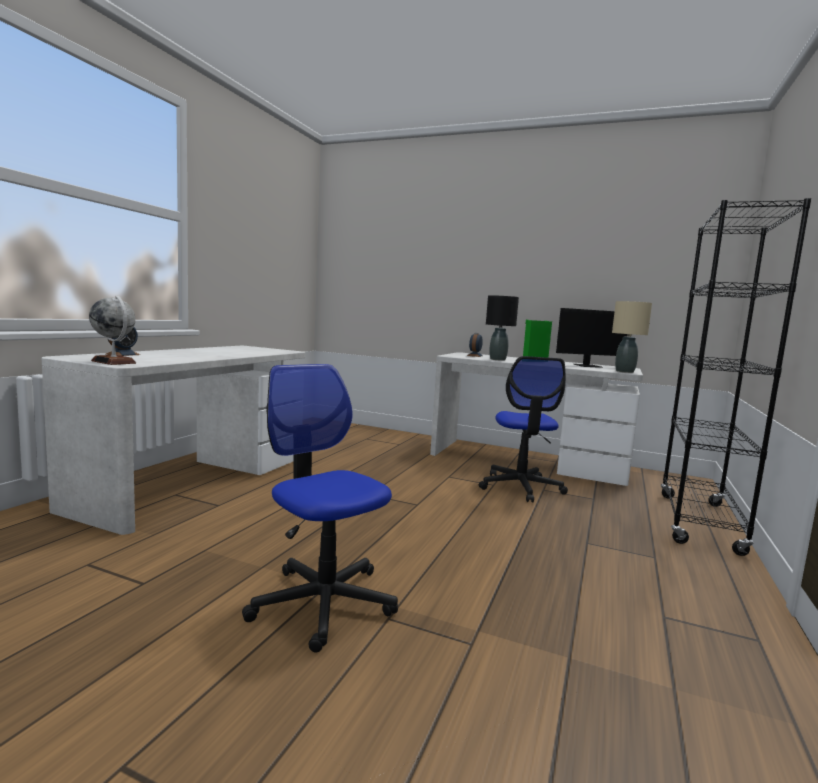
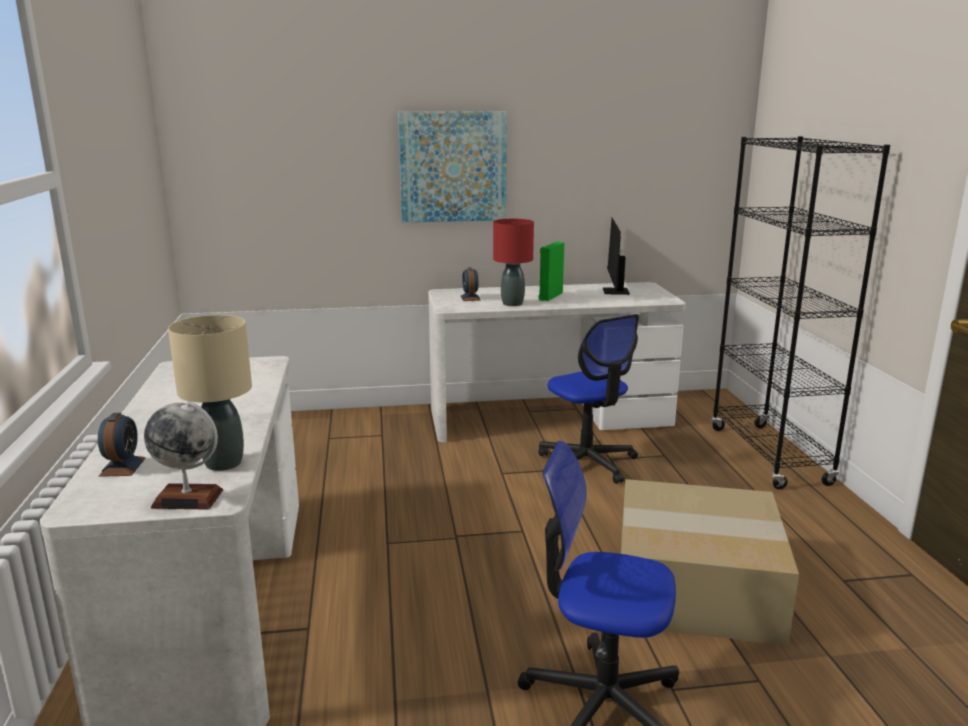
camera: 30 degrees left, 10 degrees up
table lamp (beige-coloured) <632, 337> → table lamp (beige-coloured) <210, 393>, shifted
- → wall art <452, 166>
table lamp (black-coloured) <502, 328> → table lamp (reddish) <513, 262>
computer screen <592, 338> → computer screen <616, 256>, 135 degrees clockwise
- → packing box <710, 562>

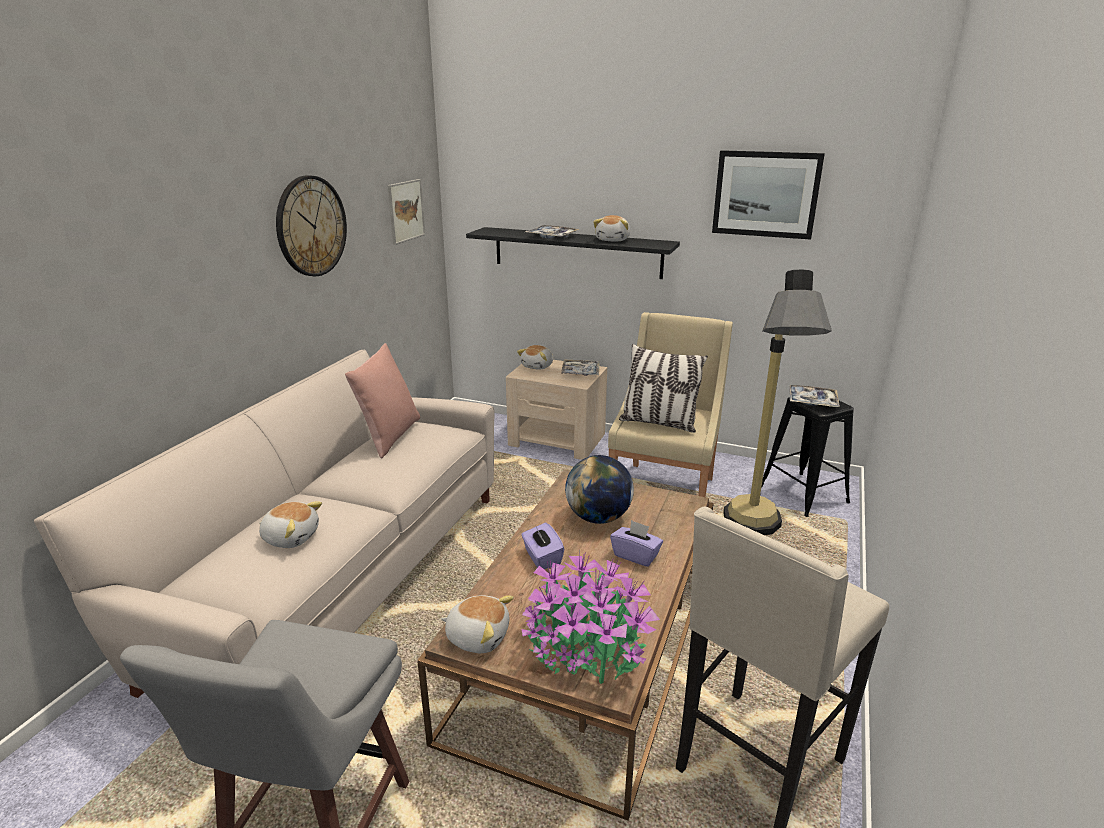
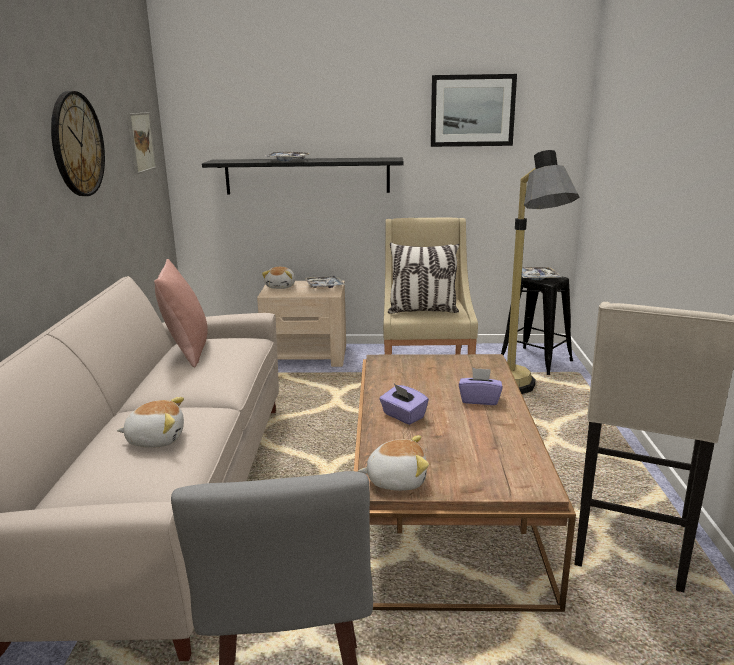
camera: 20 degrees left, 5 degrees down
plant in a pot <590, 616> → -
world globe <599, 489> → -
plush toy <611, 228> → -

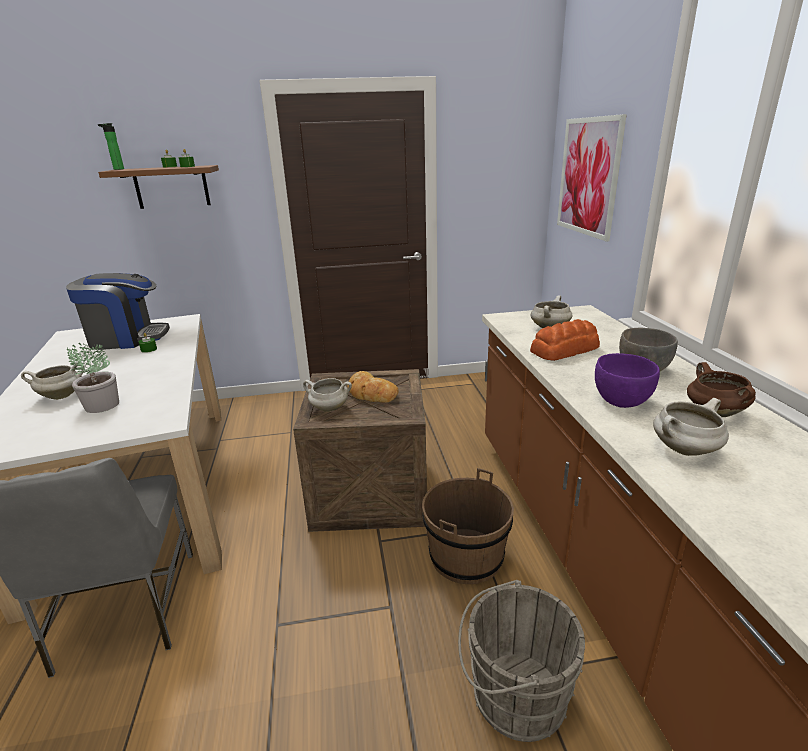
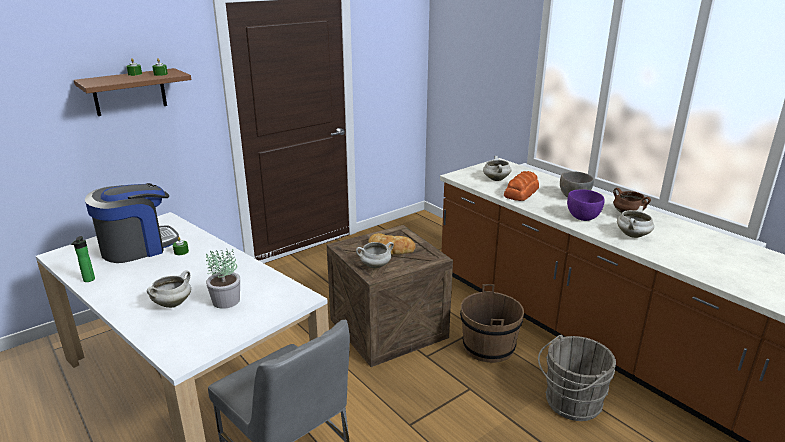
camera: 30 degrees left, 0 degrees up
bottle <111, 146> → bottle <83, 259>, shifted
wall art <592, 178> → -

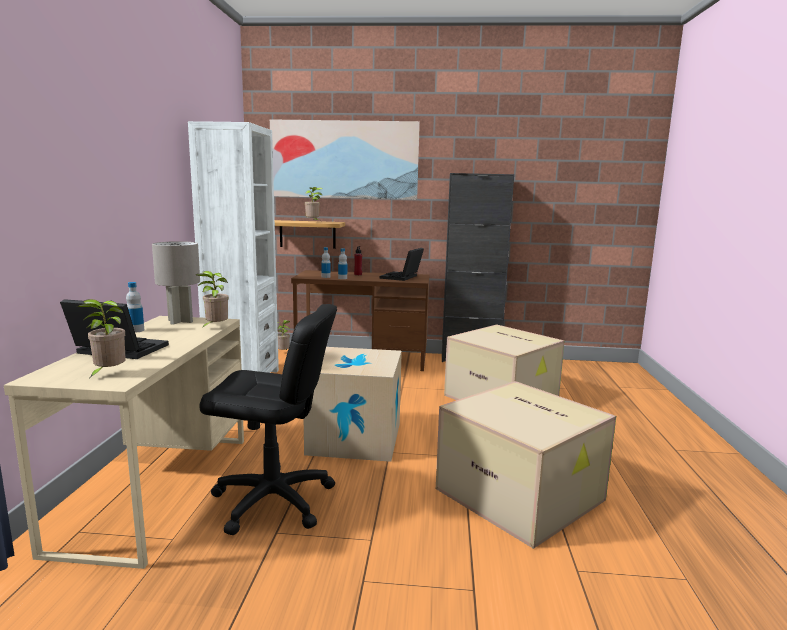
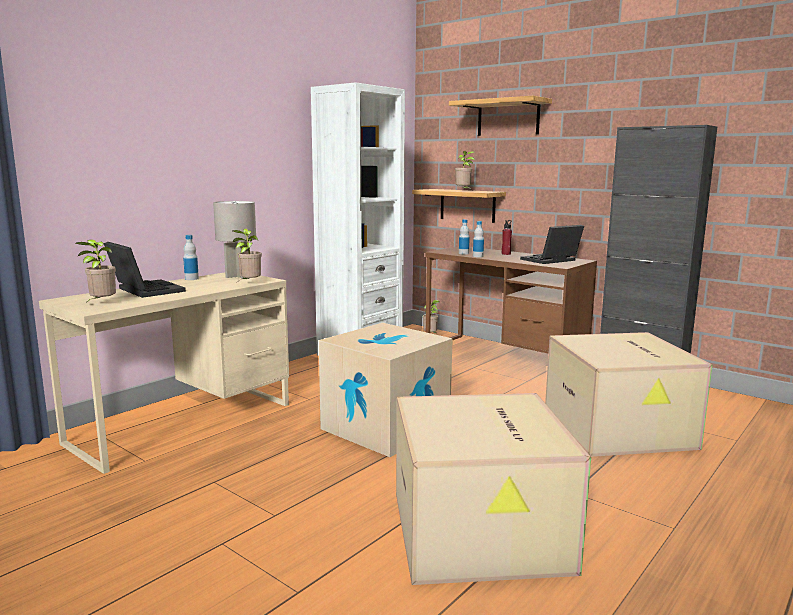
camera: 35 degrees right, 0 degrees up
wall art <345, 159> → shelf <500, 116>
computer chair (black-coloured) <268, 419> → -

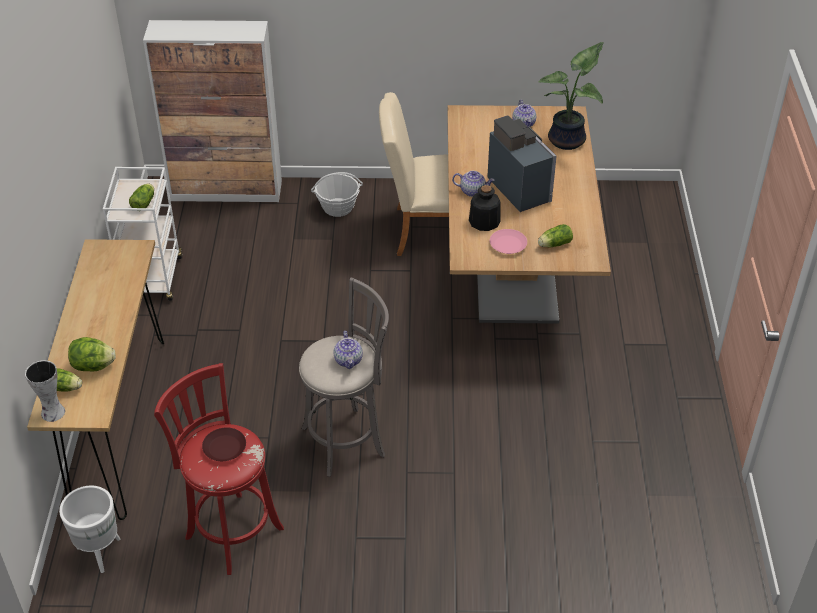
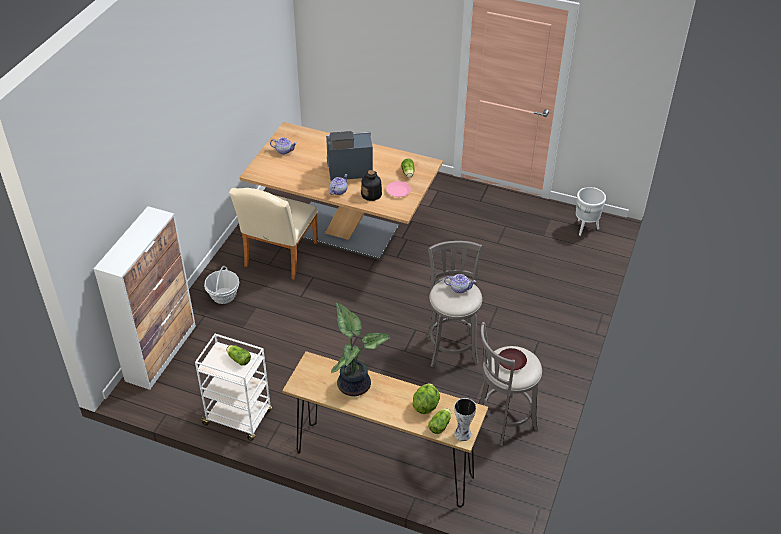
camera: 70 degrees left, 0 degrees up
plant in a pot <571, 96> → plant in a pot <360, 349>, shifted
stool (reddish) <219, 469> → stool (gray) <510, 384>
plant pot (white-coloured) <89, 529> → plant pot (white-coloured) <591, 211>, shifted

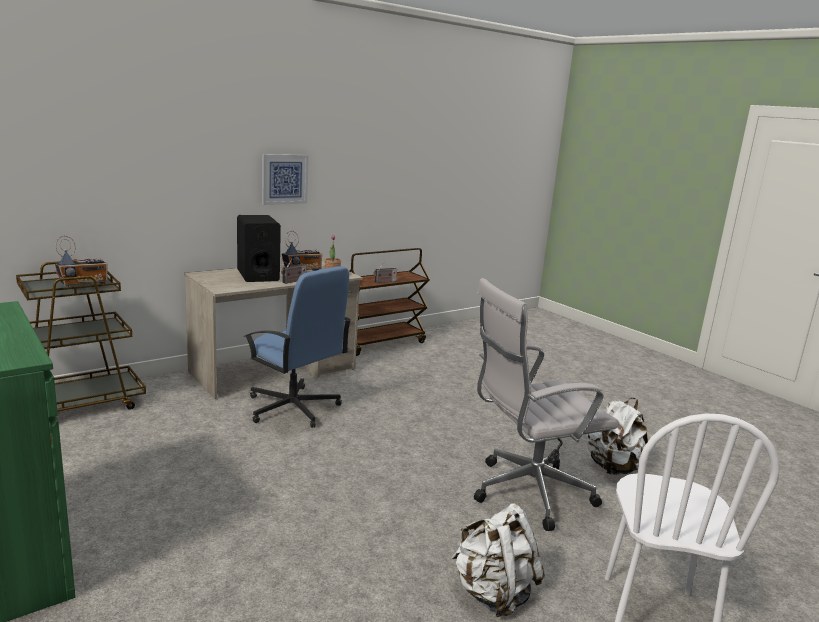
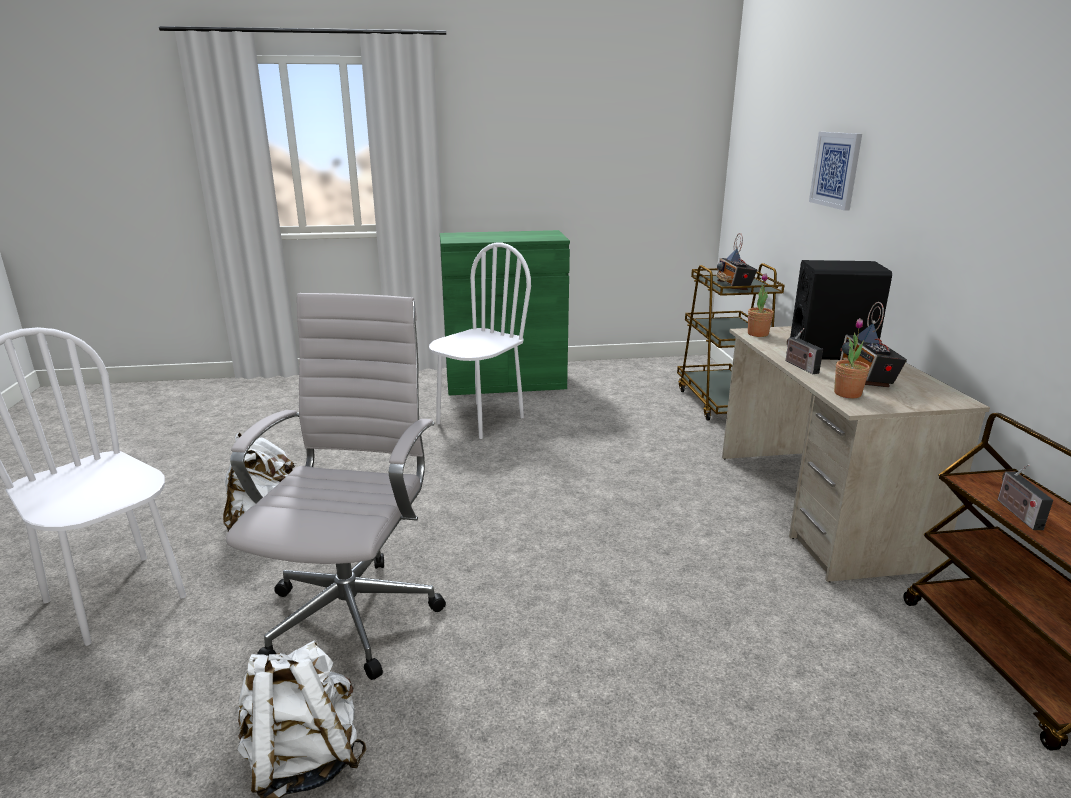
camera: 120 degrees right, 5 degrees up
- → plain chair (white-coloured) <480, 341>
- → plant in a pot <761, 305>
wall art <285, 179> → wall art <835, 171>, shifted
computer chair (bluish) <297, 347> → -

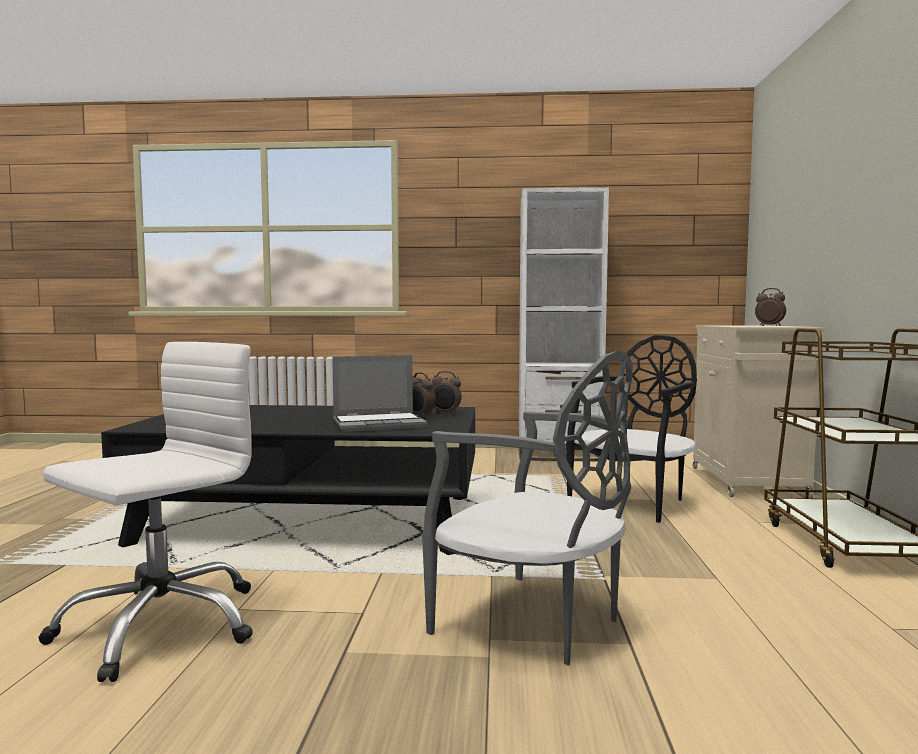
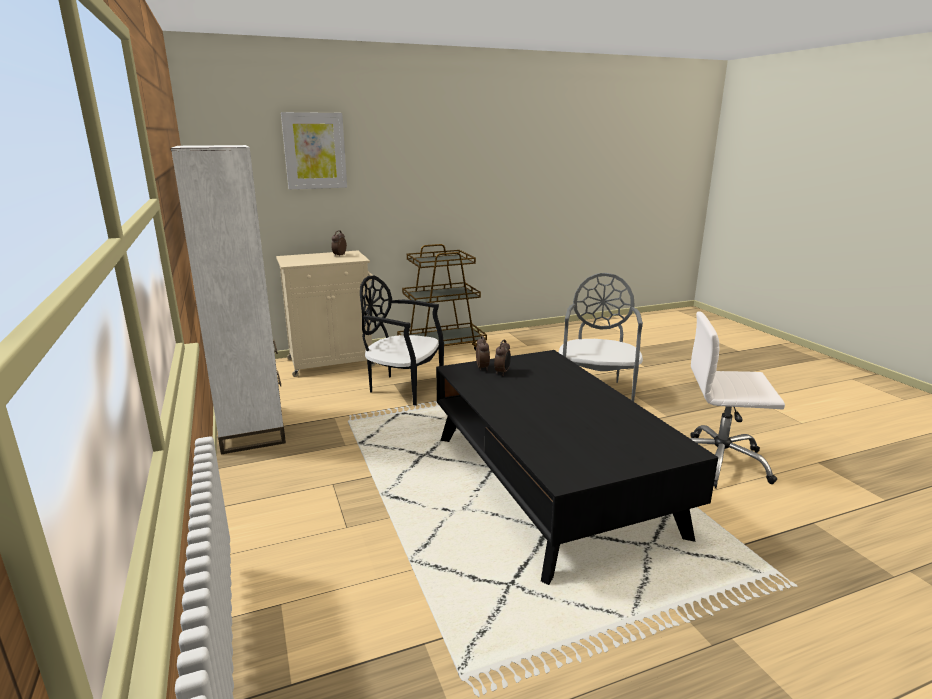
camera: 115 degrees left, 15 degrees up
- → wall art <314, 150>
portable computer <379, 393> → -

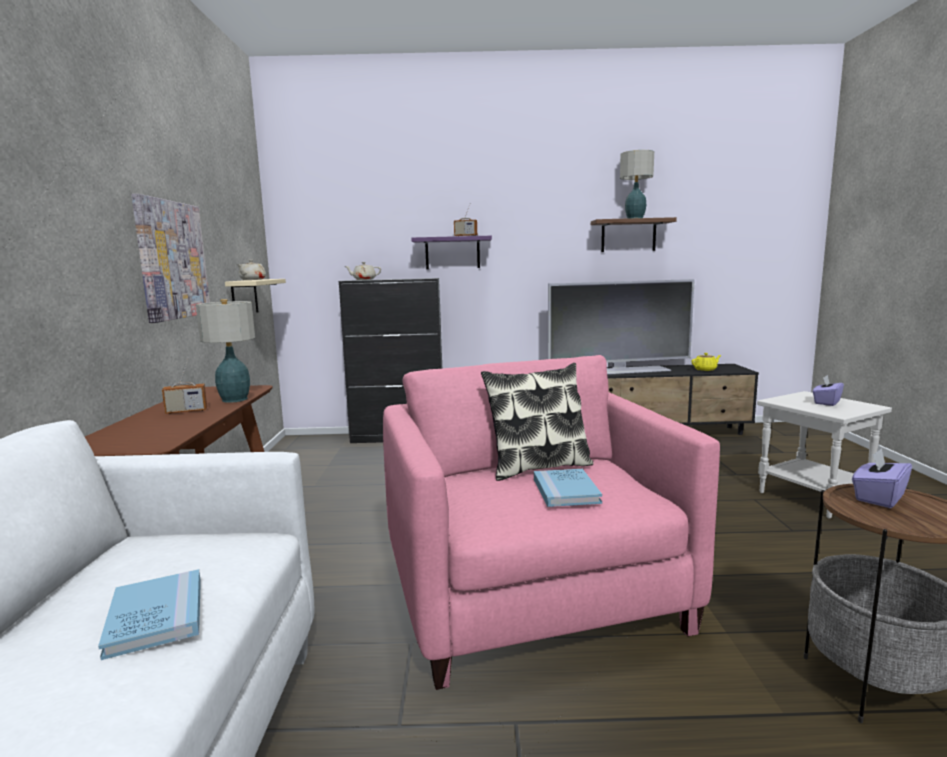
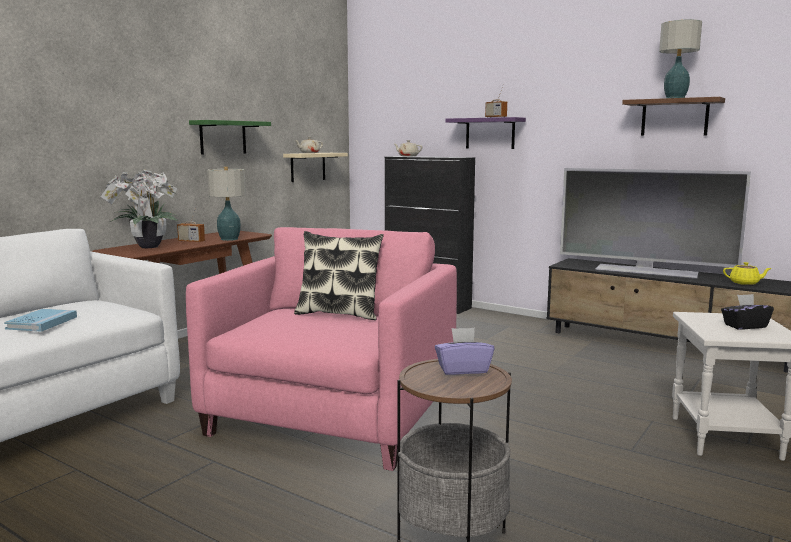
camera: 35 degrees right, 0 degrees up
- → plant in a pot <139, 208>
wall art <170, 258> → shelf (green-coloured) <230, 137>
tissue holder (purple-coloured) <828, 390> → tissue holder (black-coloured) <747, 312>
book (bluish) <568, 488> → -

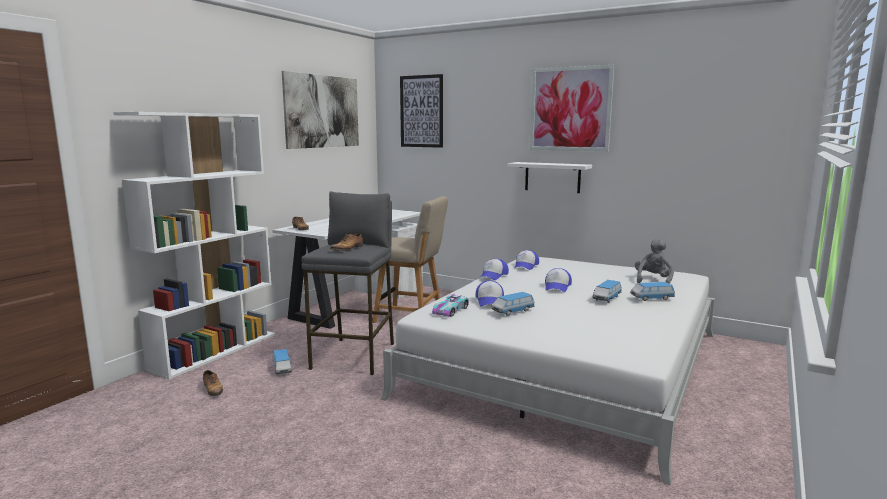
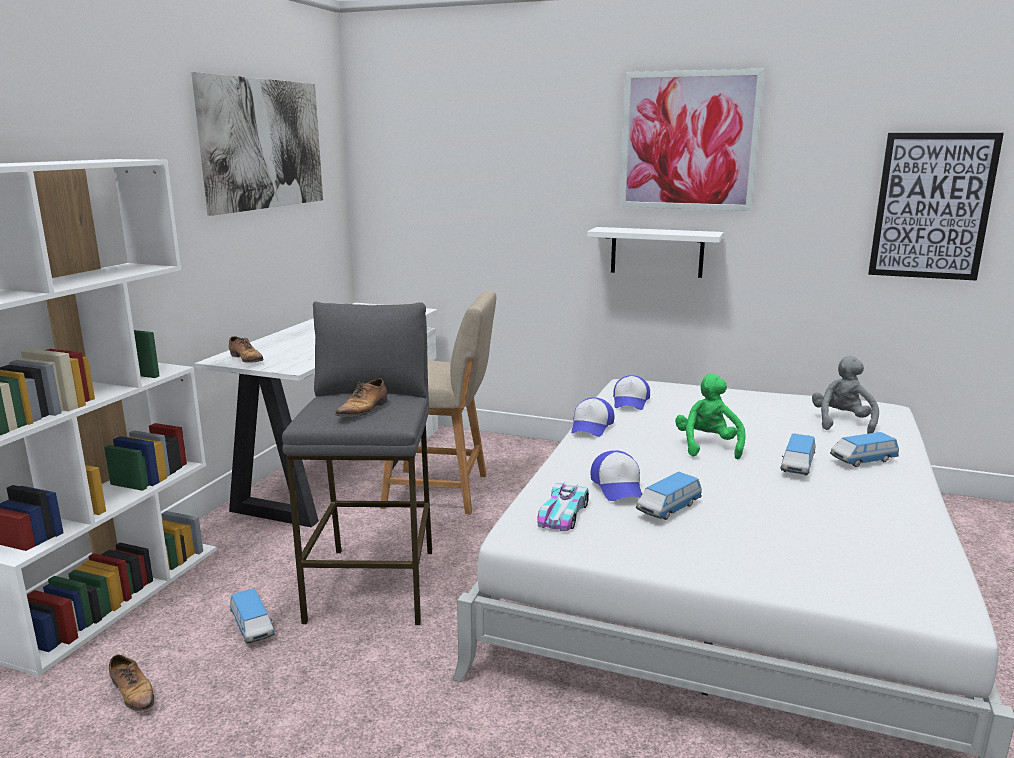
camera: 10 degrees left, 5 degrees up
peaked cap <558, 280> → plush toy (green-coloured) <710, 416>
wall art <421, 111> → wall art <936, 207>, shifted

